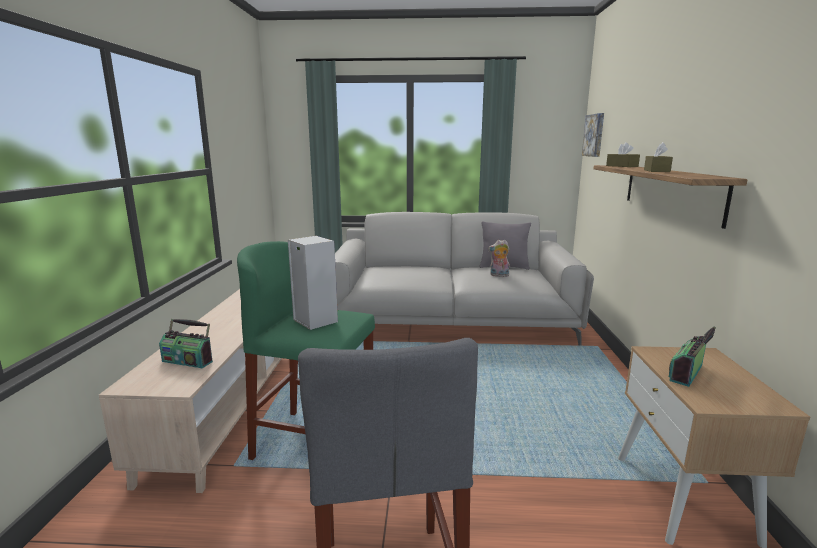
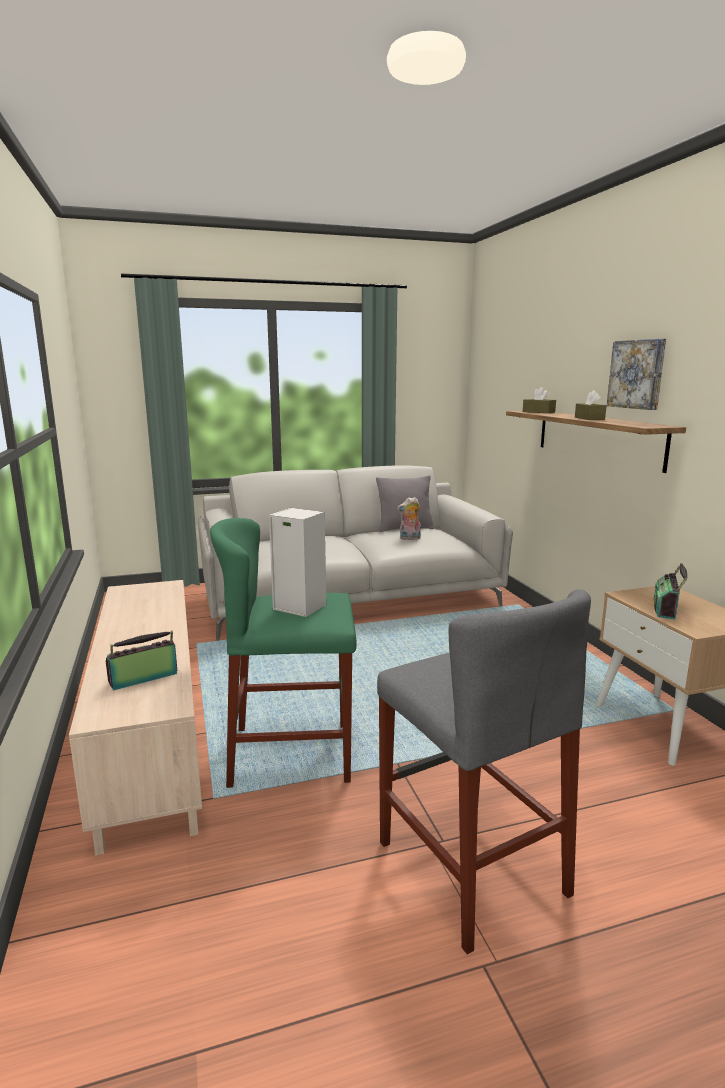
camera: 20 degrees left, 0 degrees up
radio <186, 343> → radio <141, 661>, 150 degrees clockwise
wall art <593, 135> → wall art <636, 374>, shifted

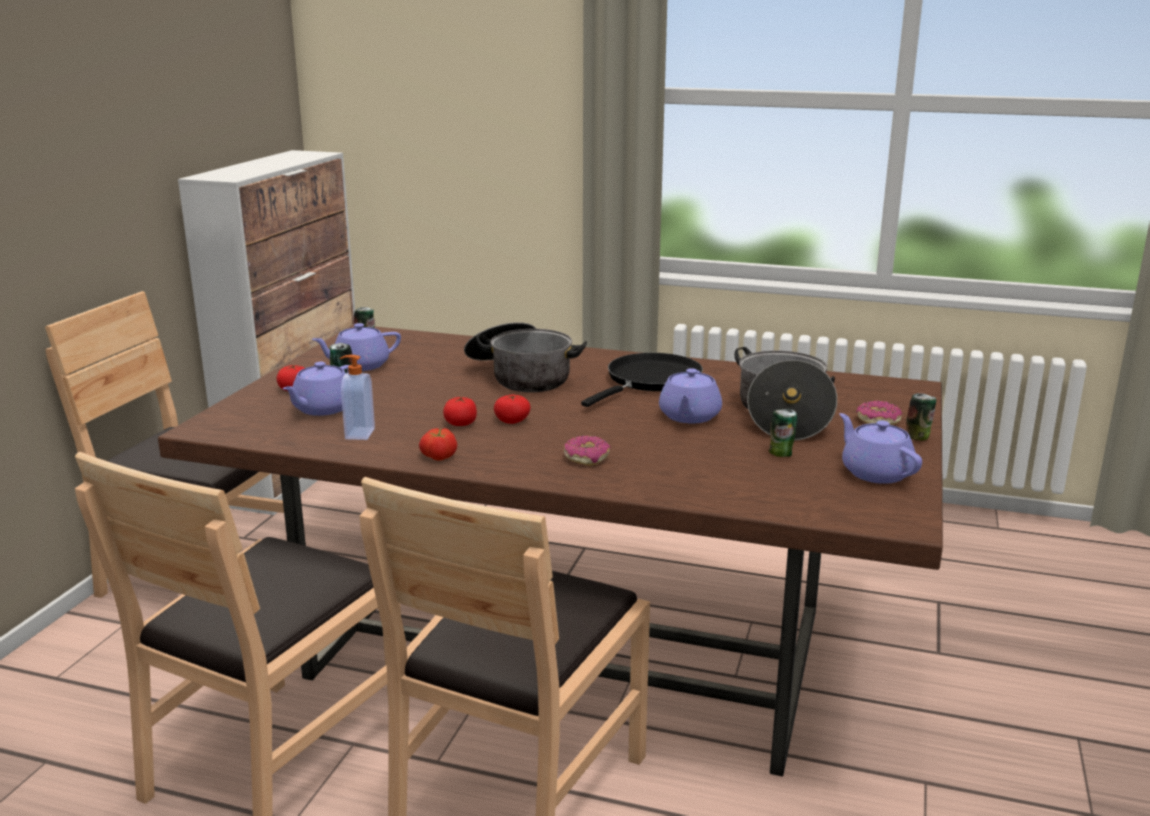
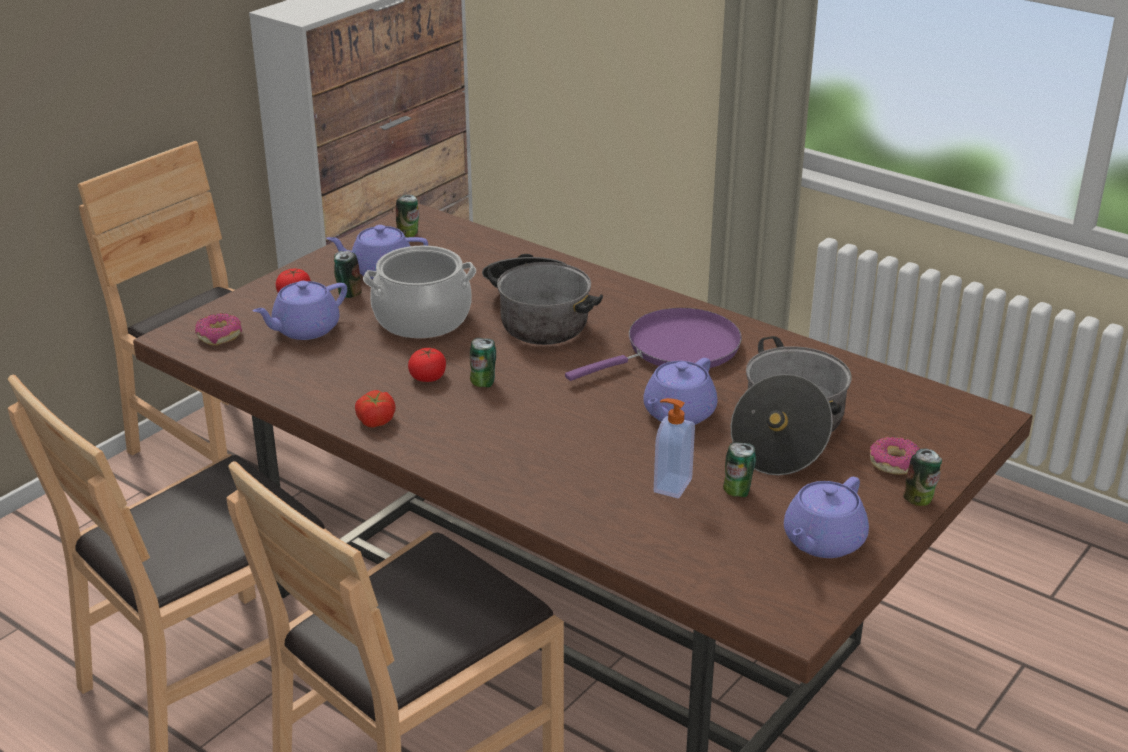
camera: 20 degrees right, 10 degrees up
donut <587, 451> → donut <218, 329>, shifted
- → stockpot <419, 291>
tomato <512, 409> → can <483, 362>
frying pan (black-coloured) <642, 380> → frying pan (purple-coloured) <653, 344>
soap bottle <357, 397> → soap bottle <674, 448>, shifted
teapot (purple-coloured) <880, 448> → teapot (purple-coloured) <826, 517>, 135 degrees counterclockwise

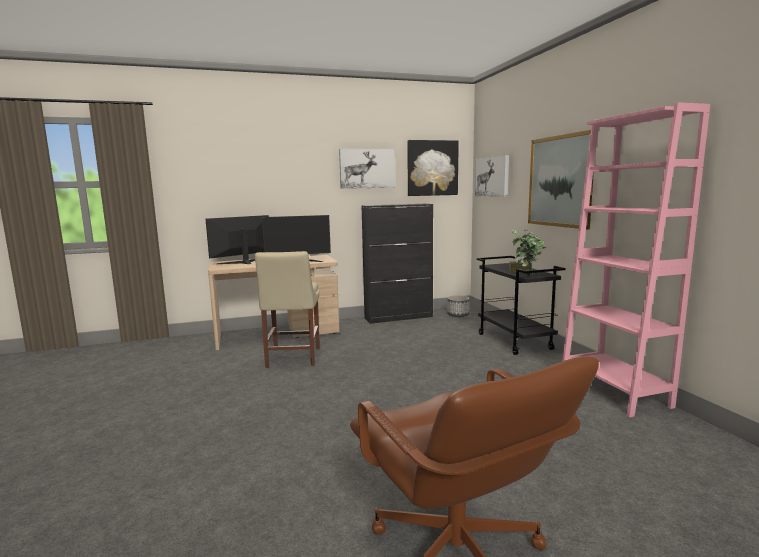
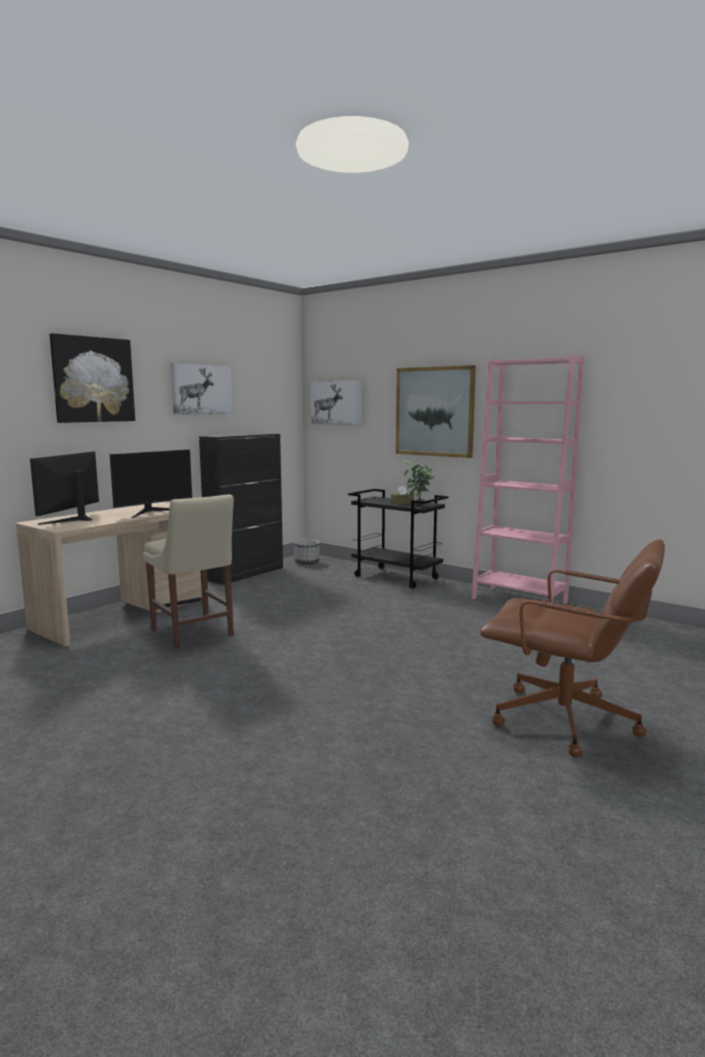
camera: 35 degrees left, 0 degrees up
wall art <433, 168> → wall art <92, 378>, shifted

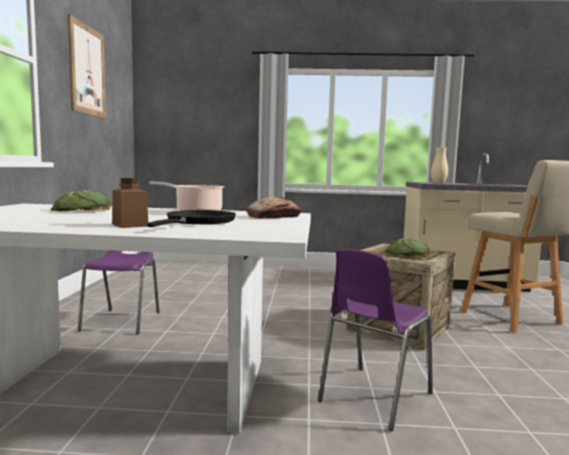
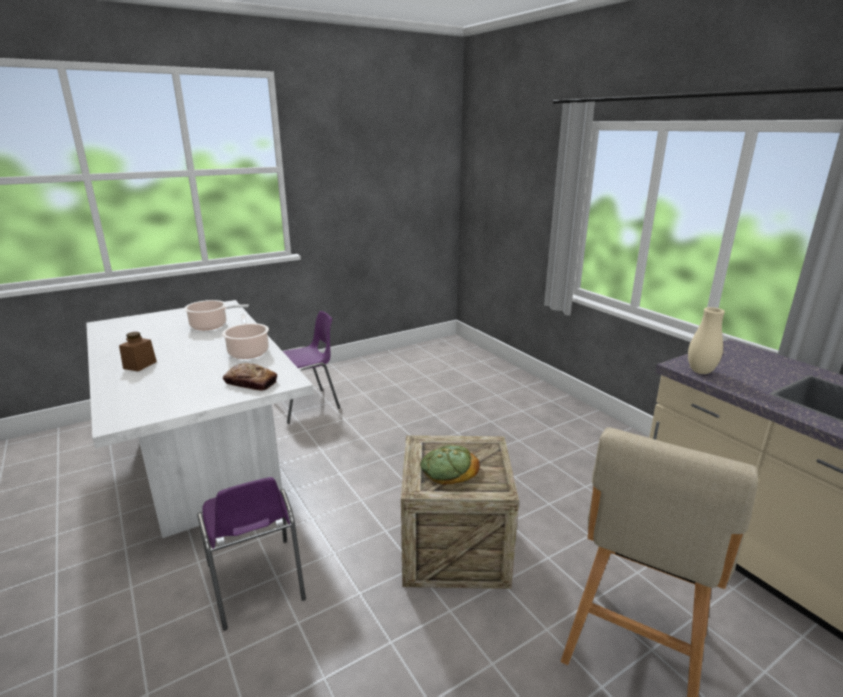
camera: 55 degrees right, 15 degrees up
bakery bread <81, 200> → stockpot <216, 315>
plain chair (purple-coloured) <375, 340> → plain chair (purple-coloured) <251, 554>, 120 degrees counterclockwise
wall art <87, 66> → -
frying pan (black-coloured) <191, 218> → -

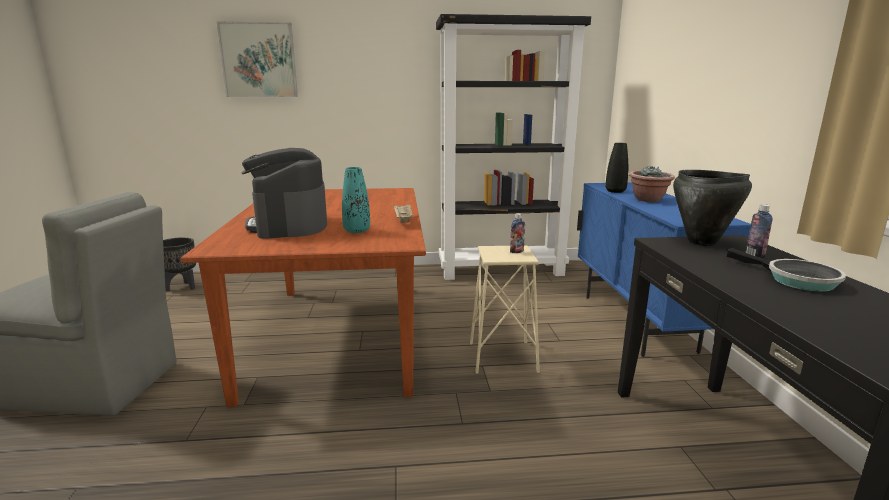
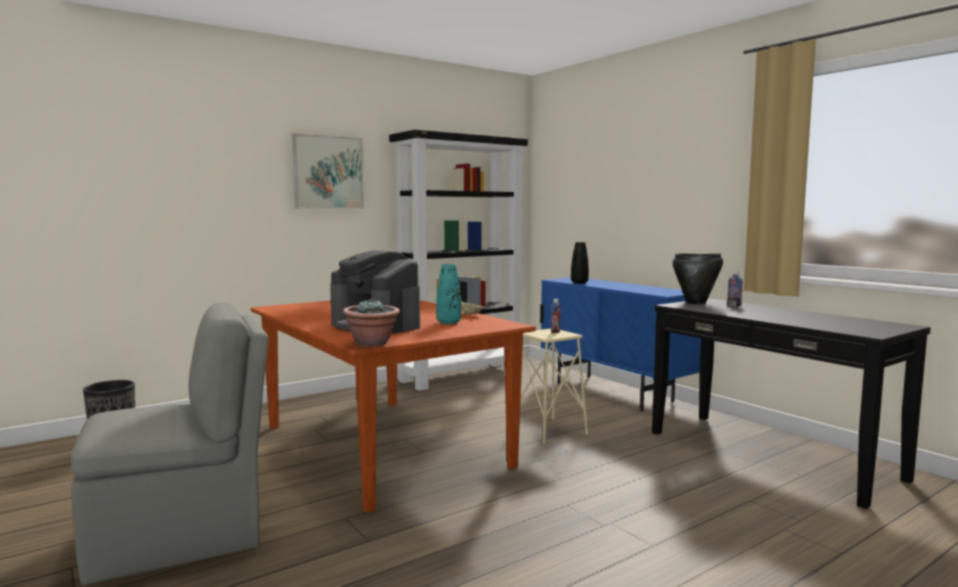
camera: 30 degrees left, 10 degrees down
wall art <257, 59> → wall art <328, 171>, shifted
plant in a pot <652, 184> → plant in a pot <371, 323>, shifted
frying pan <786, 270> → -

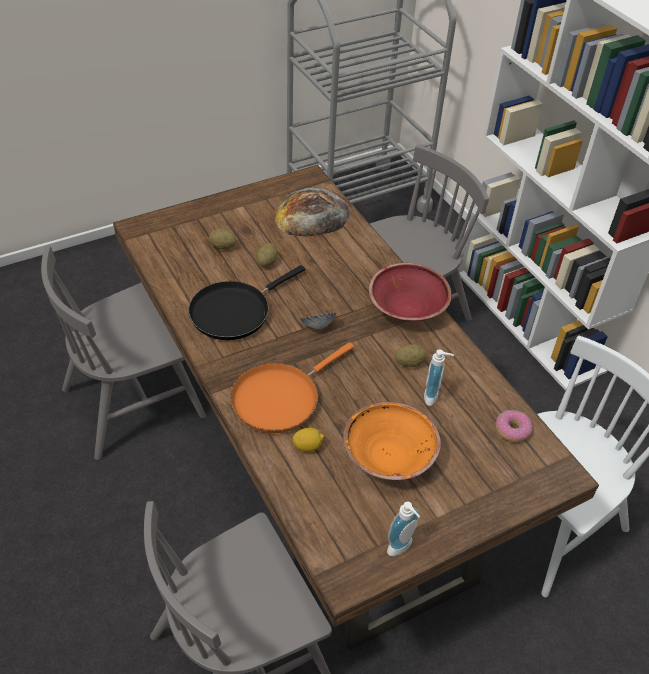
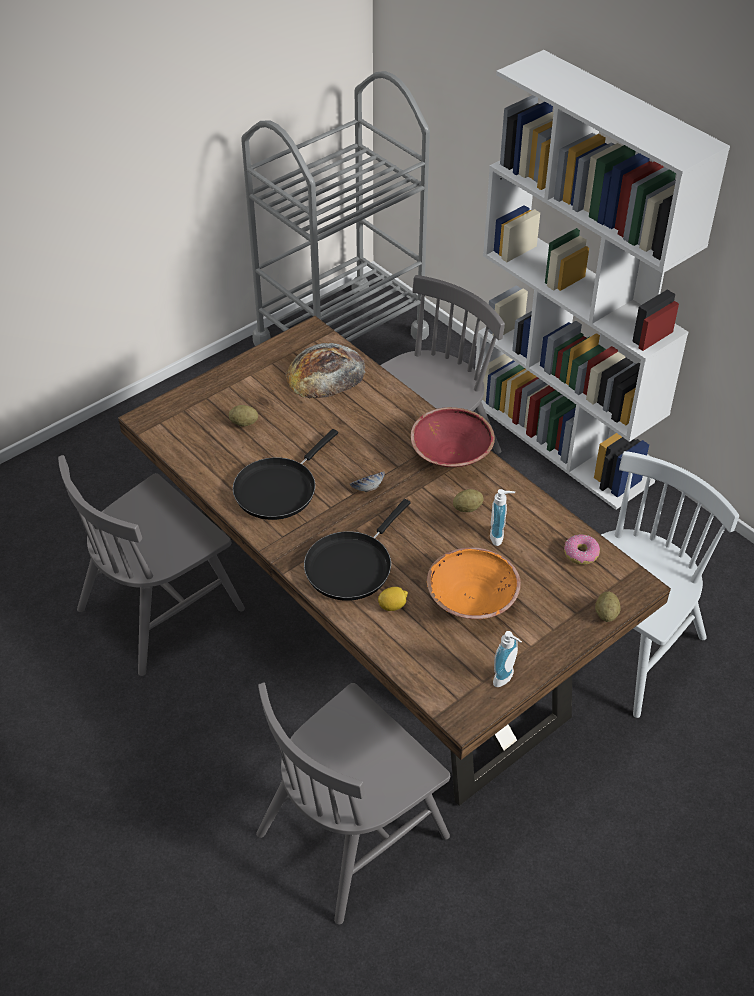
camera: 10 degrees left, 0 degrees up
frying pan (orangey) <292, 387> → frying pan (black-coloured) <357, 550>
potato <266, 255> → potato <608, 607>, shifted

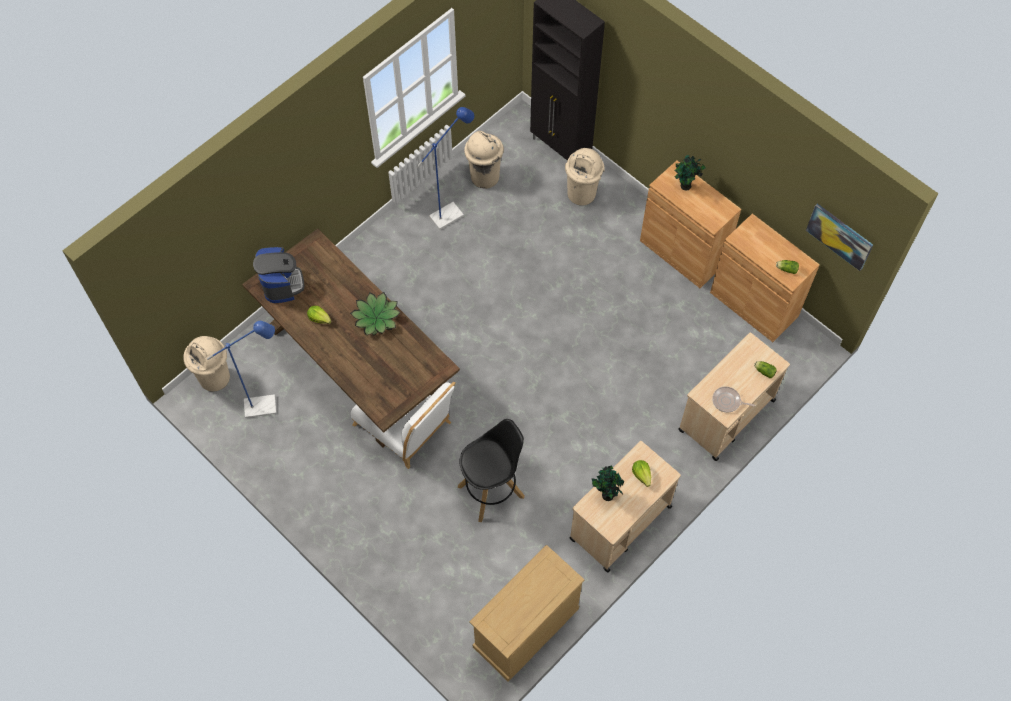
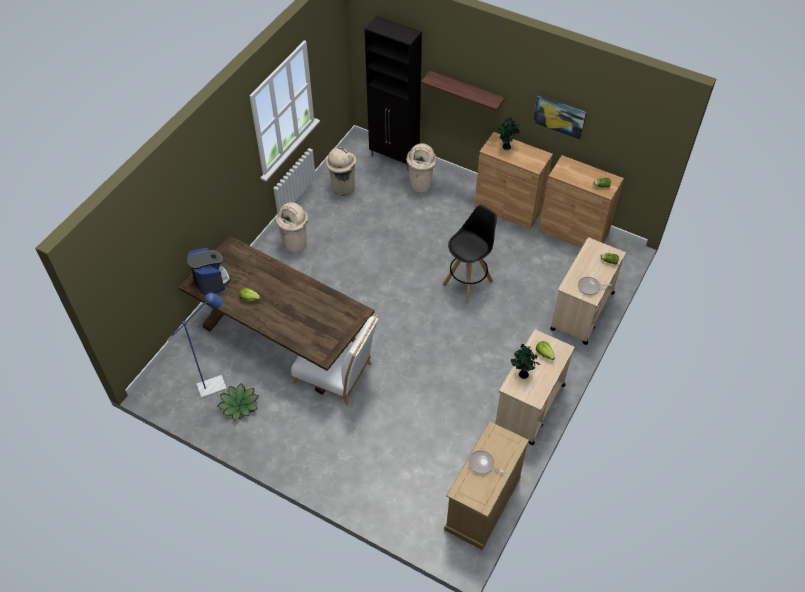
camera: 15 degrees left, 10 degrees down
plant in a pot <375, 314> → plant in a pot <238, 402>, shifted
rubbish bin (beige-coloured) <206, 364> → rubbish bin (beige-coloured) <291, 227>, shifted
- → shelf <463, 91>
stool (black-coloured) <491, 470> → stool (black-coloured) <470, 254>, shifted
- → frying pan <487, 462>
wall art <839, 237> → wall art <560, 117>, shifted
standing lamp (bluish) <445, 168> → -

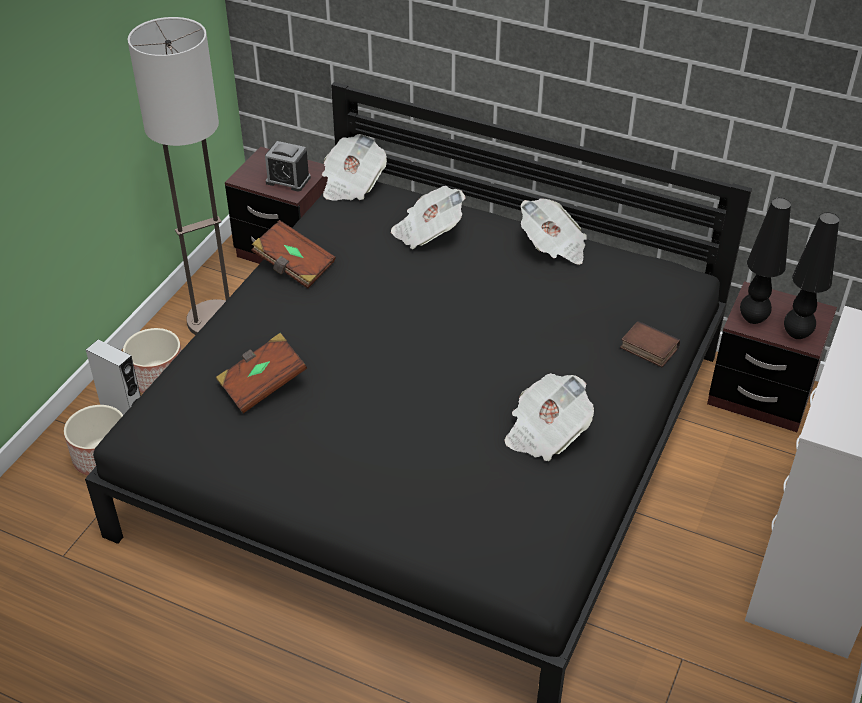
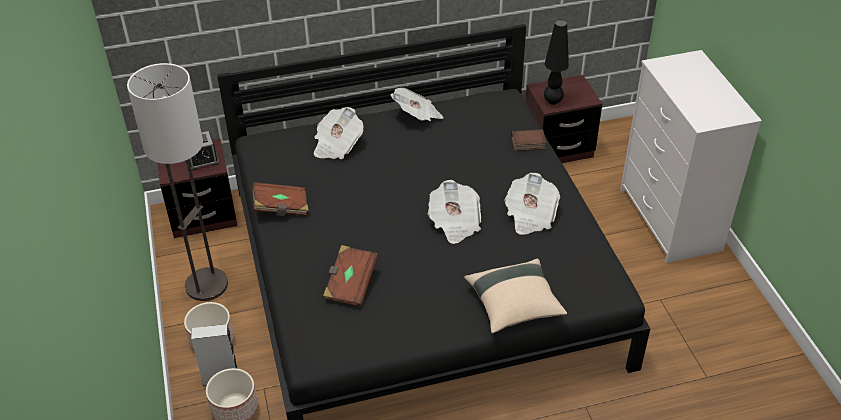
camera: 40 degrees left, 0 degrees up
printed paper <354, 167> → printed paper <454, 212>, shifted
- → throw pillow (beige-coloured) <515, 295>
table lamp (black-coloured) <811, 275> → -

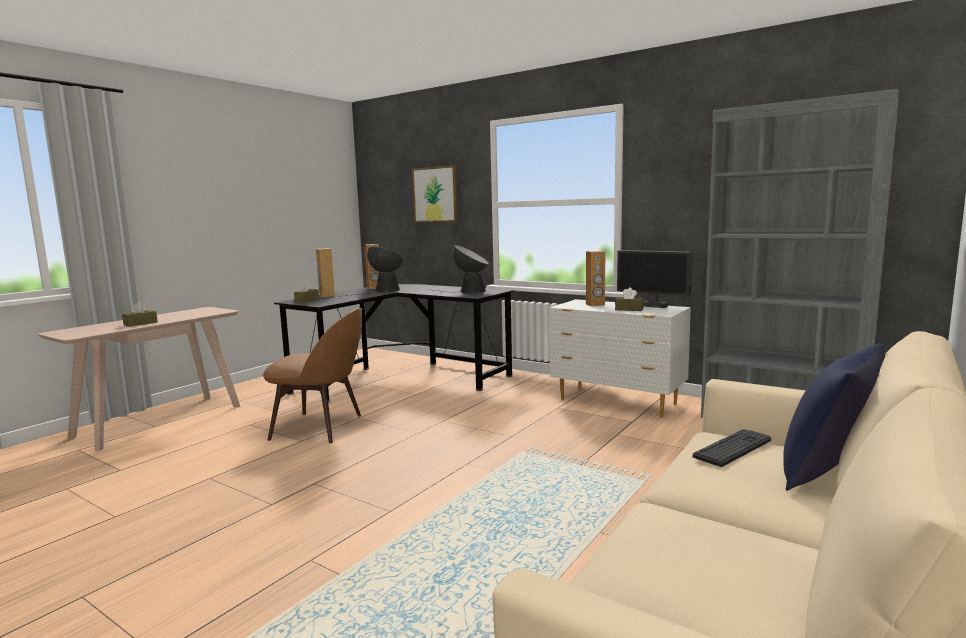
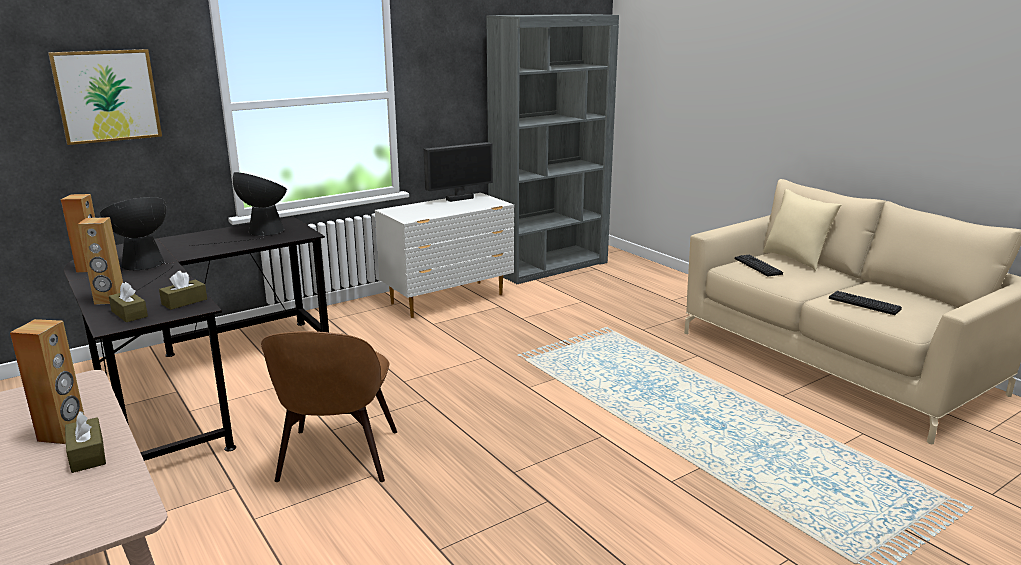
camera: 70 degrees left, 10 degrees up
loudspeaker (brownish) <595, 278> → loudspeaker (brownish) <47, 381>, shifted
tissue holder (brownish) <629, 299> → tissue holder (brownish) <183, 290>, shifted
plain chair (brownish) <312, 375> → plain chair (brownish) <329, 406>, 150 degrees clockwise
throw pillow (bluish) <834, 417> → throw pillow (beige-coloured) <802, 230>
- → PC keyboard <865, 303>

